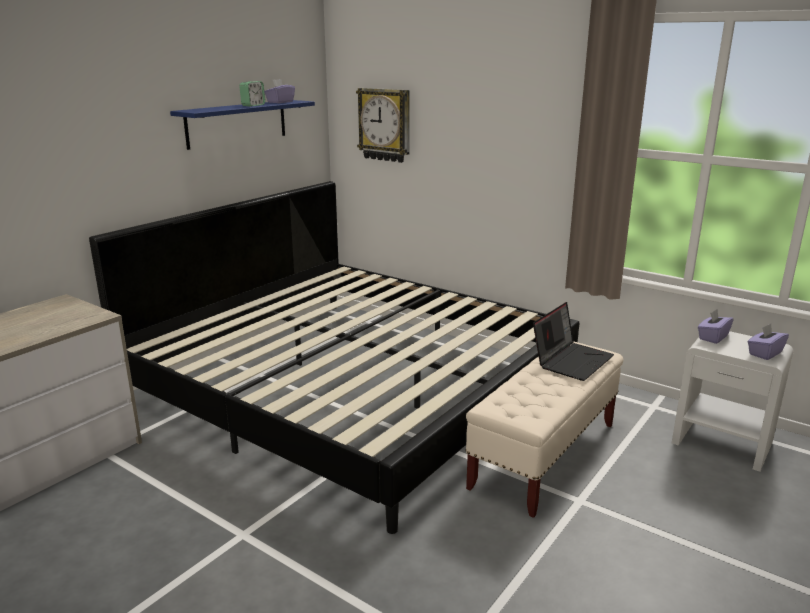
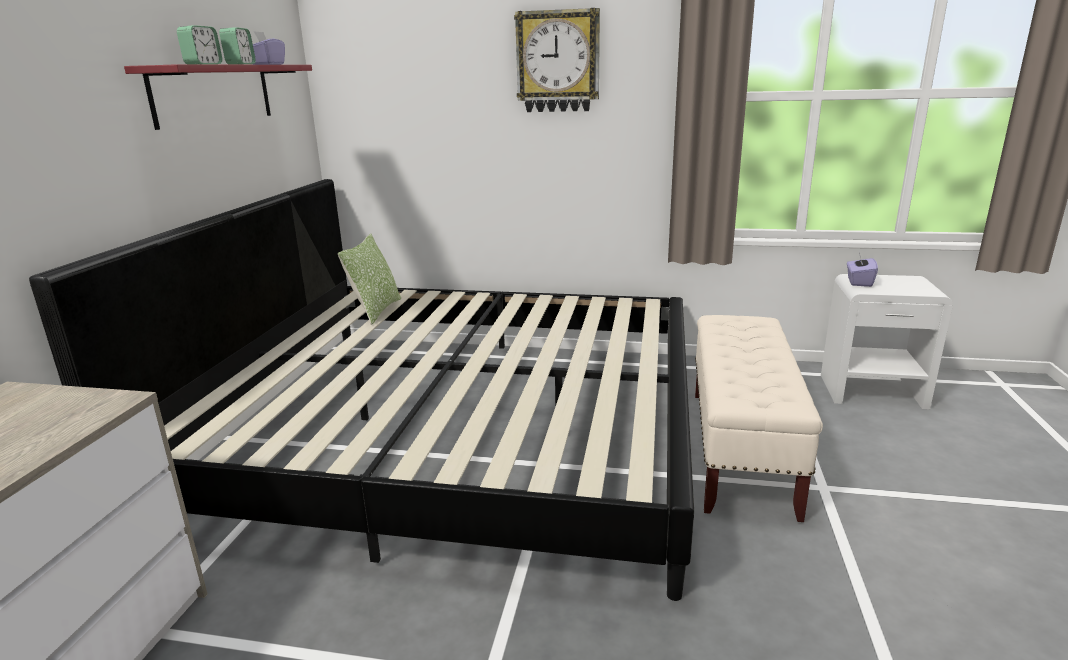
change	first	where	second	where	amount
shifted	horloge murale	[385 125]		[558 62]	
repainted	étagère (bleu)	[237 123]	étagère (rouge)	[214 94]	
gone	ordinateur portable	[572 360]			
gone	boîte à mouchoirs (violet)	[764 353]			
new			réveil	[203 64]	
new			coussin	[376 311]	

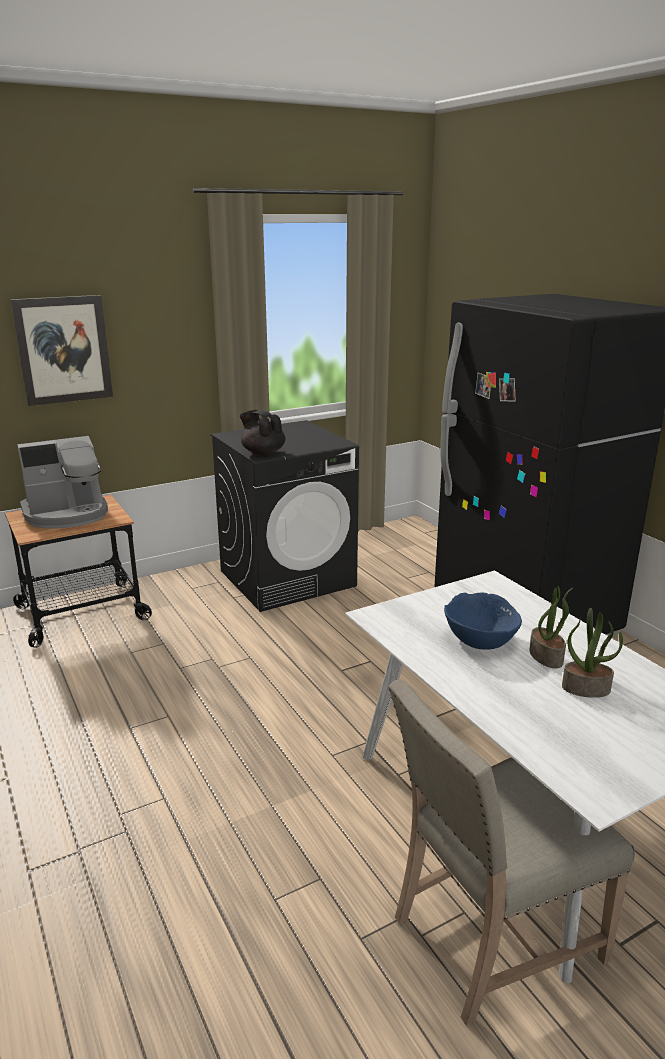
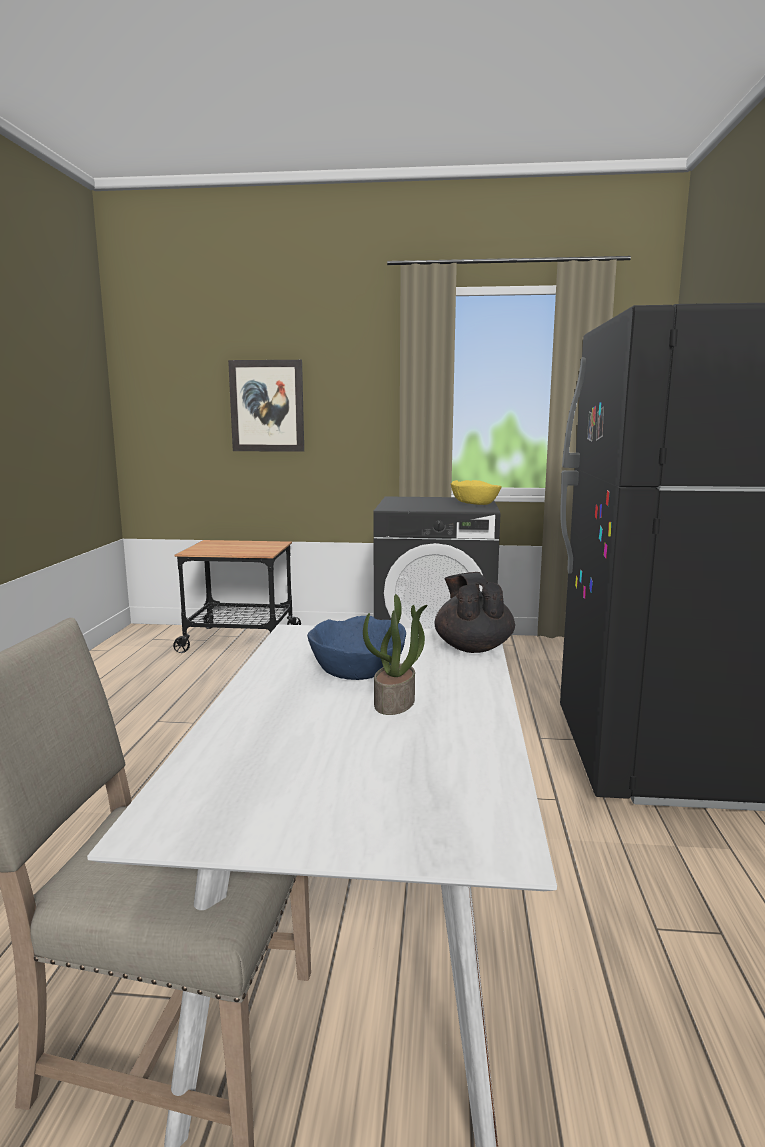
change	first	where	second	where	amount
shifted	théière (noir)	[263 453]		[472 647]	
gone	machine à café	[67 514]			
gone	plante en pot	[586 688]			
new			bol (jaune)	[475 504]	

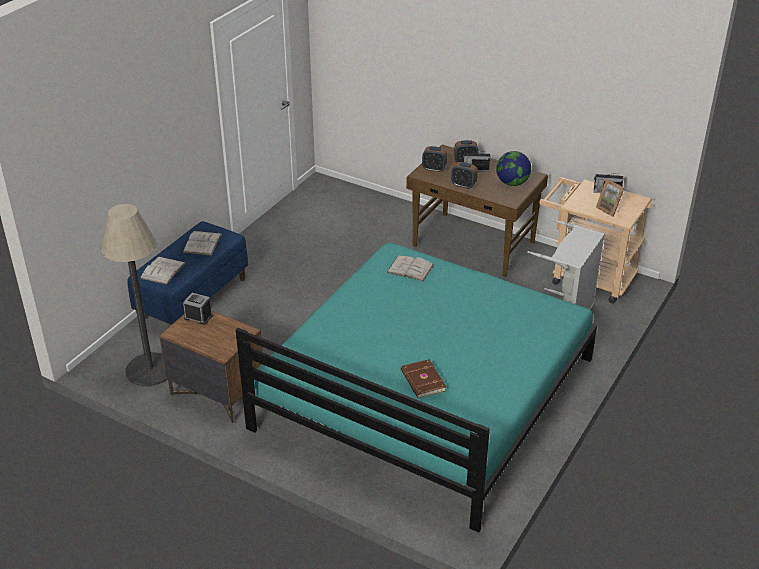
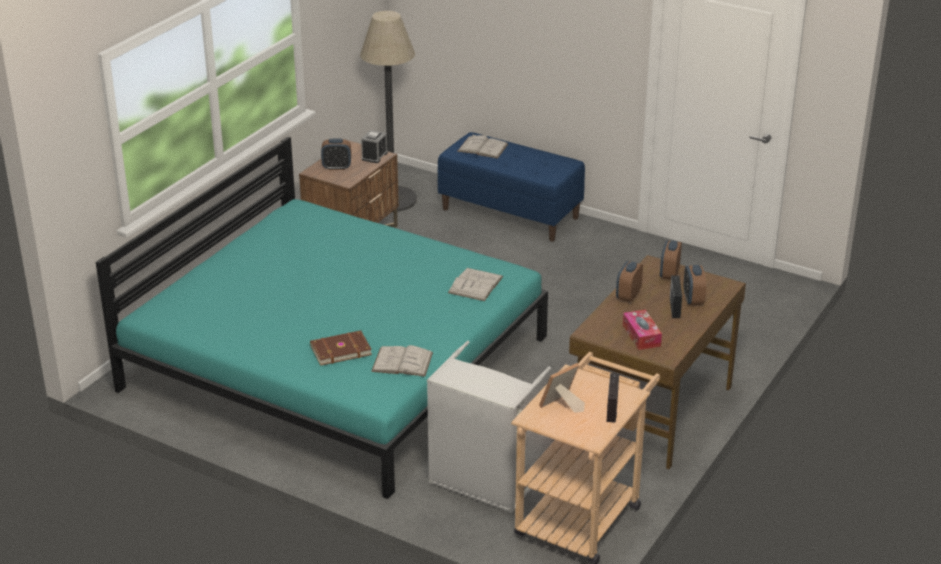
change	first	where	second	where	amount
swapped	globe	[512 183]	boîte à mouchoirs	[641 336]	
shifted	livre (blanc)	[202 243]		[402 362]	
shifted	livre (marron)	[422 381]		[340 350]	
new			réveil	[337 167]	

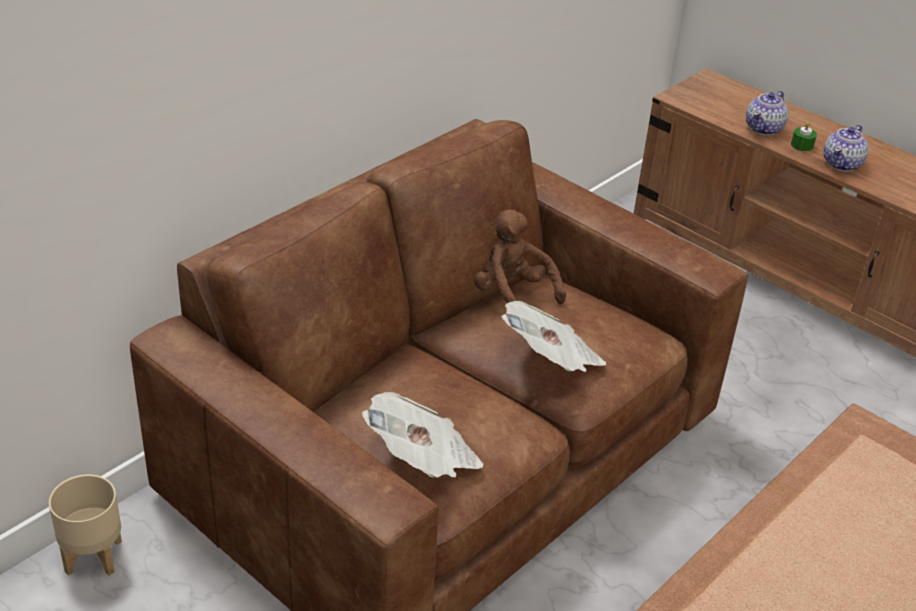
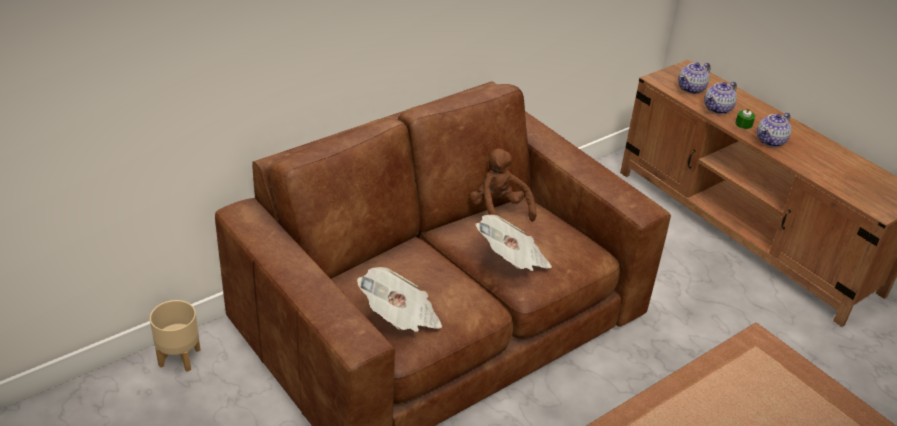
change	first	where	second	where	amount
new			théière	[691 88]	

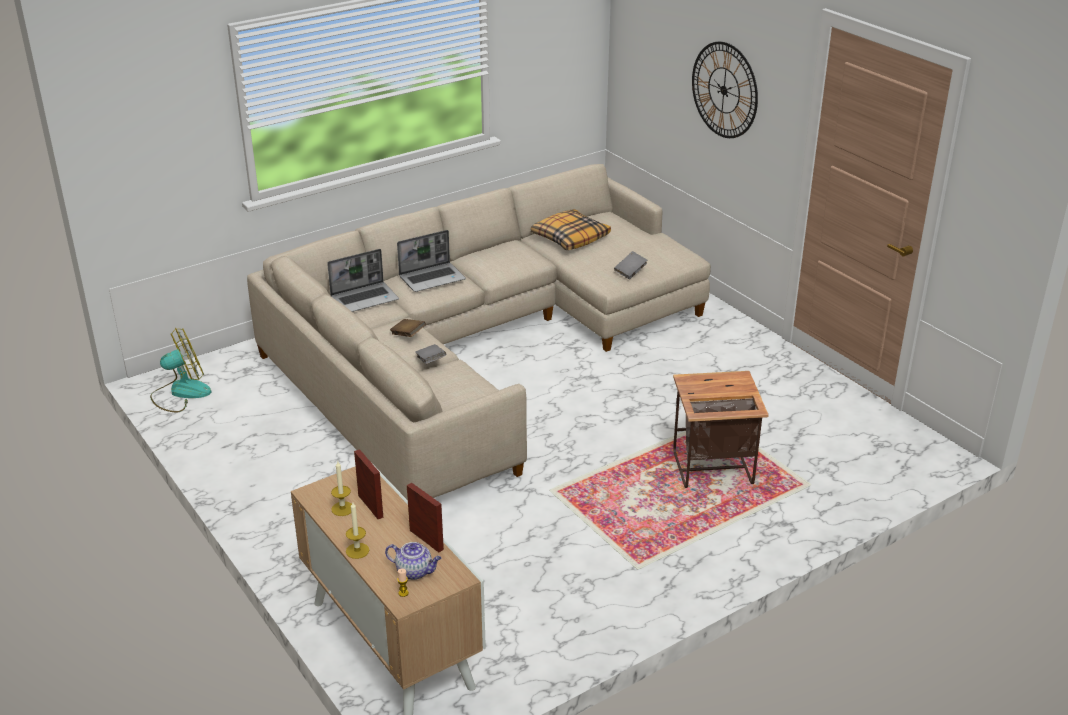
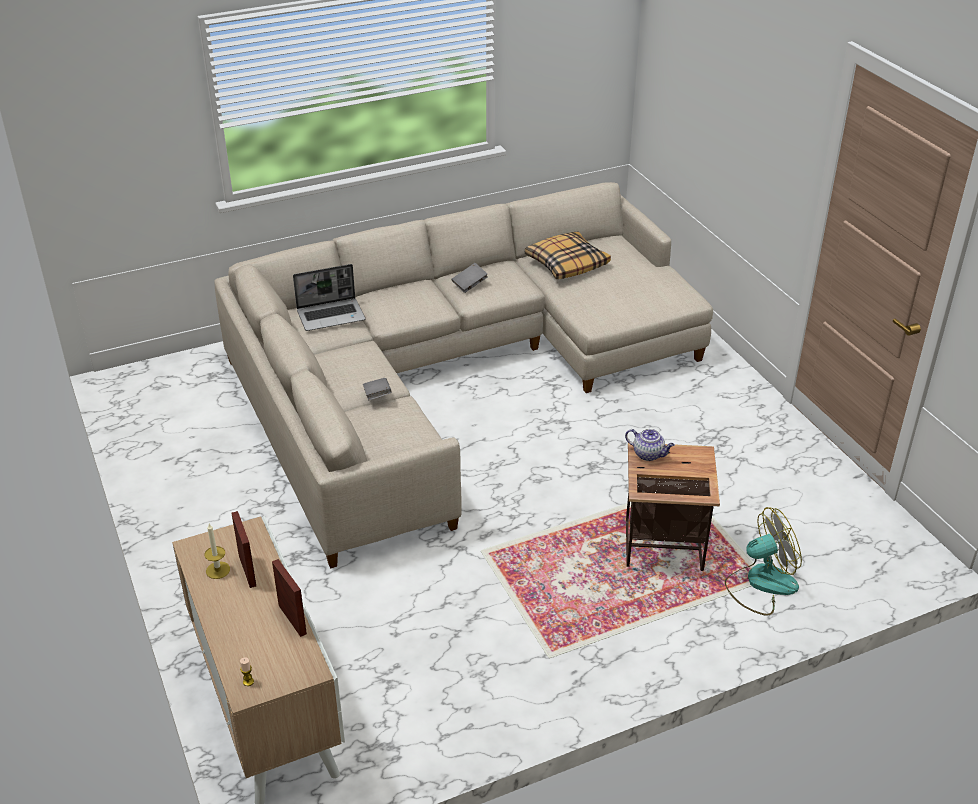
change	first	where	second	where	amount
gone	horloge murale	[724 90]			
gone	ordinateur portable	[432 278]			
shifted	livre (gris)	[630 272]		[469 285]	
gone	livre (marron)	[408 335]			
shifted	ventilateur	[180 393]		[760 584]	
gone	bougie	[357 550]			
shifted	théière	[415 571]		[649 454]	

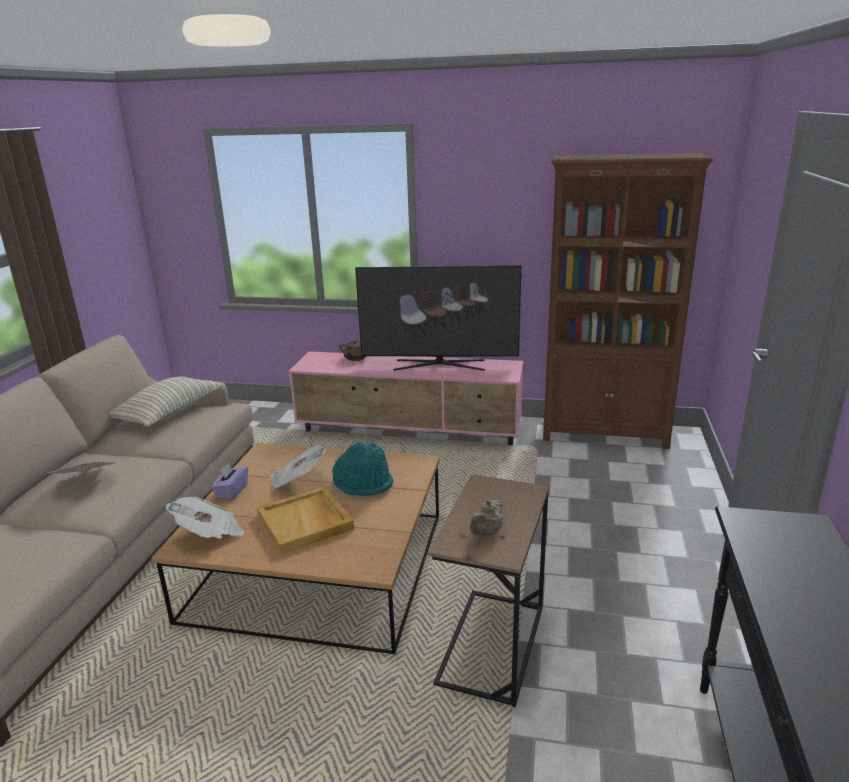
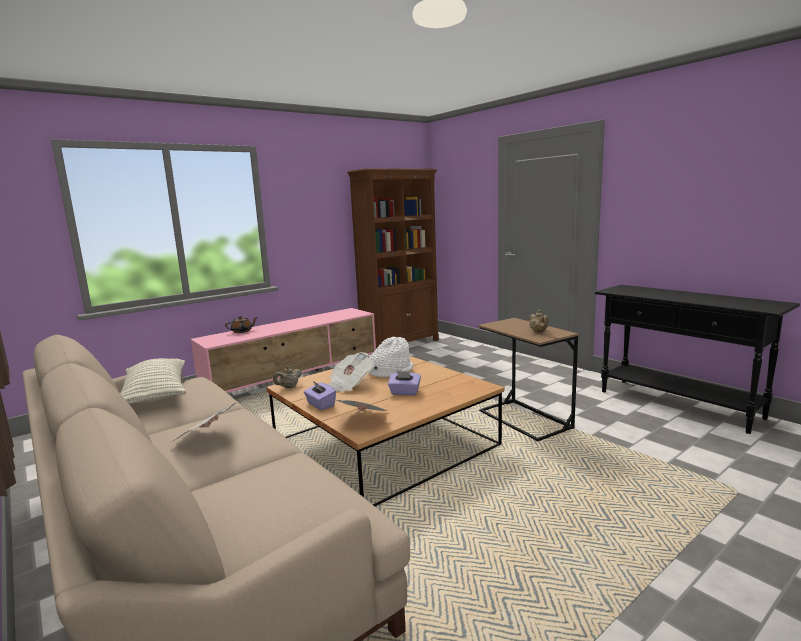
change	first	where	second	where	amount
gone	téléviseur	[439 365]			
repainted	chapeau (turquoise)	[364 484]	chapeau (blanc)	[390 371]	
swapped	plateau (beige)	[306 522]	boîte à mouchoirs (violet)	[404 392]	
new			théière (beige)	[289 387]	

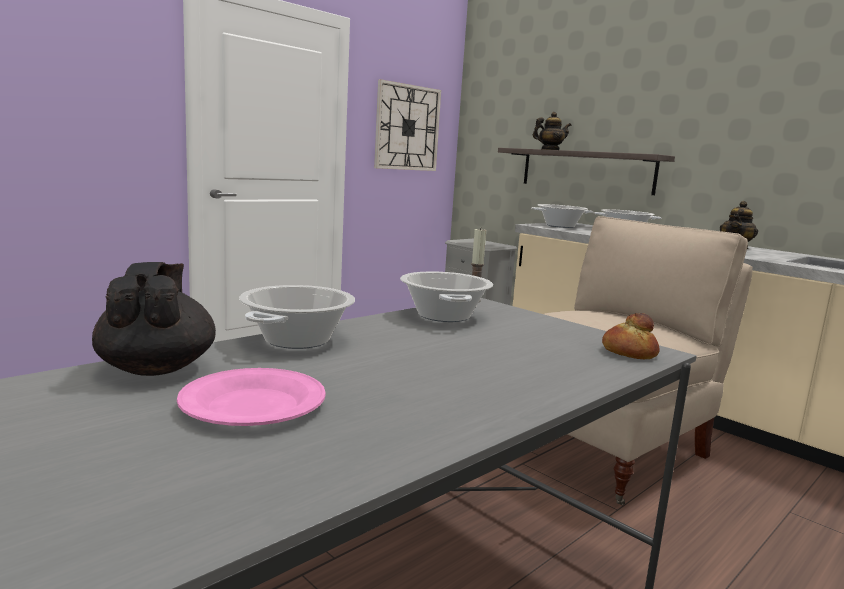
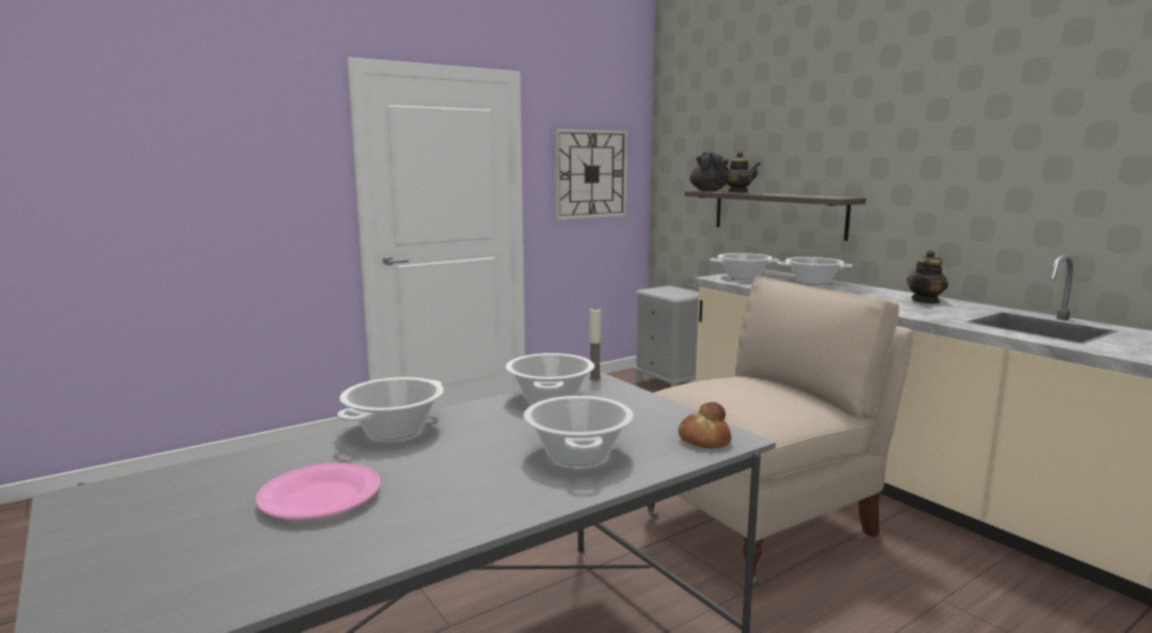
change	first	where	second	where	amount
shifted	théière (noir)	[157 368]		[708 191]	
new			marmite	[579 454]	

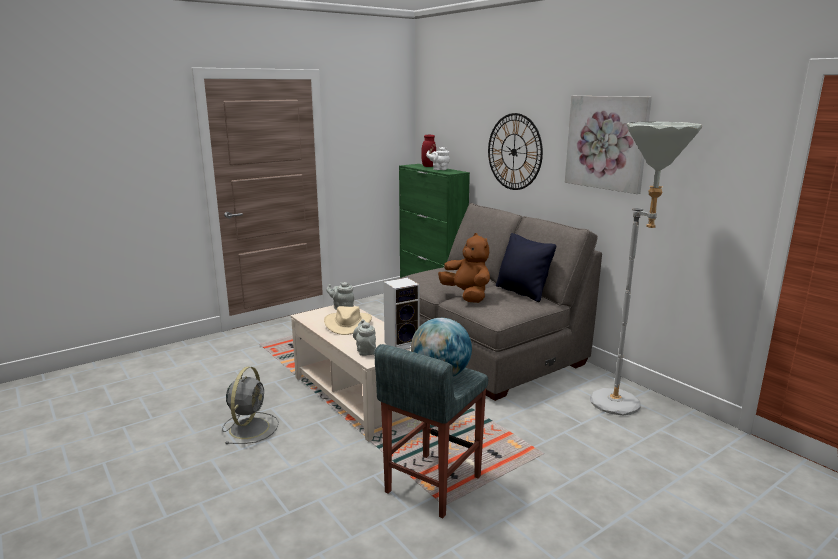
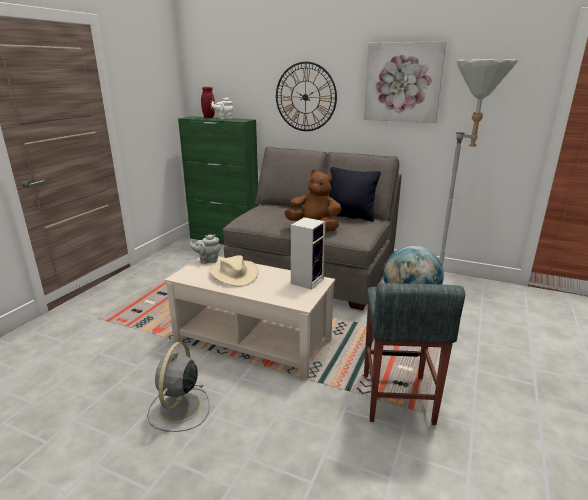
change	first	where	second	where	amount
gone	théière (gris)	[365 351]			
rotated	ventilateur (gris)	[250 427]		[179 408]	150 degrees counterclockwise

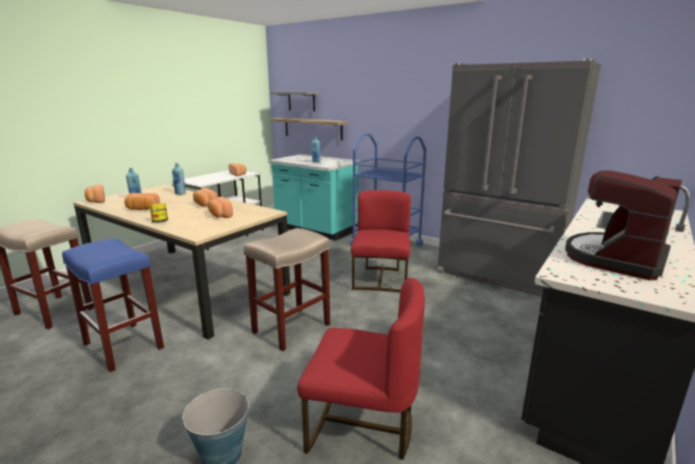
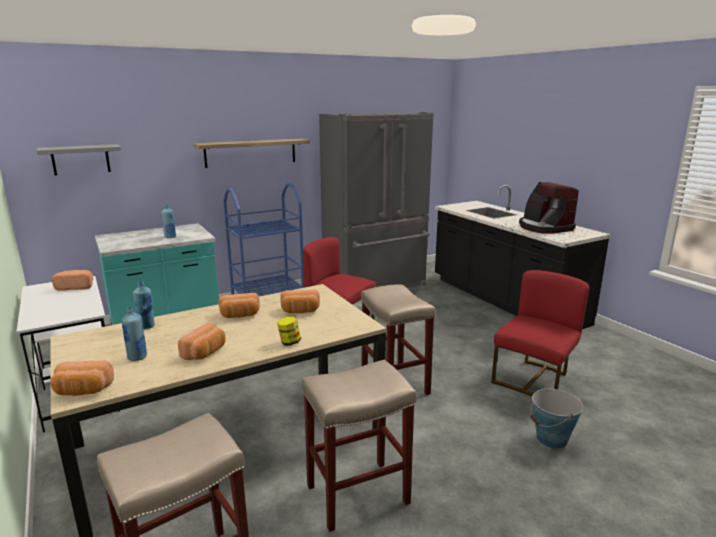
change	first	where	second	where	amount
shifted	étagère	[313 128]		[251 152]	
repainted	tabouret (bleu)	[122 345]	tabouret (beige)	[356 495]	

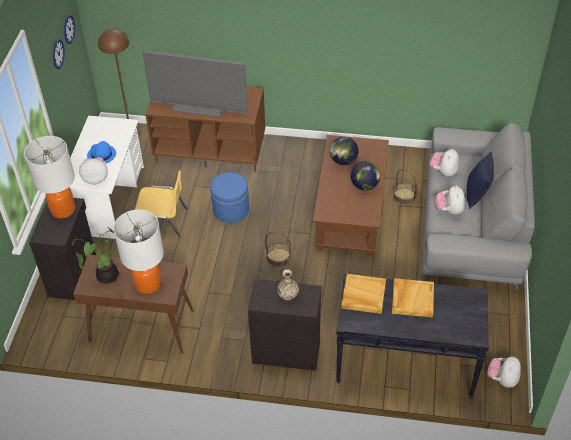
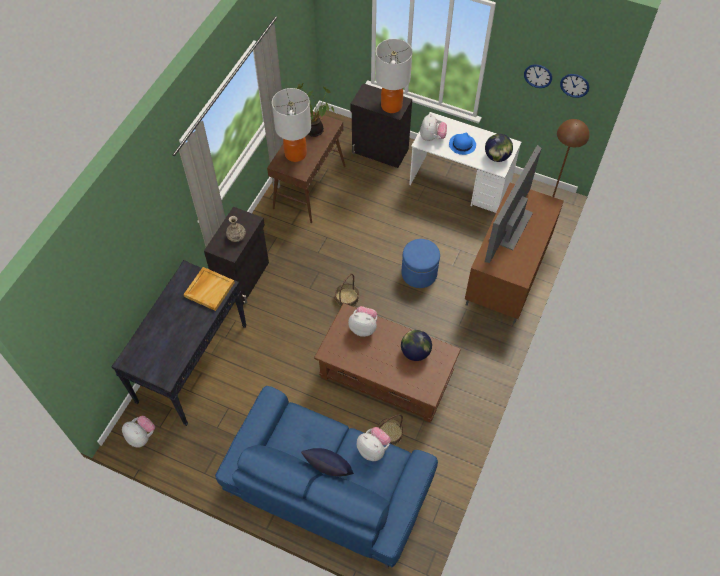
change	first	where	second	where	amount
repainted	canapé (gris)	[471 225]	canapé (bleu)	[328 485]	
shifted	globe	[365 185]		[497 157]	
gone	chaise (jaune)	[163 221]			
shifted	peluche	[449 210]		[363 327]	
gone	plateau (beige)	[412 298]			

